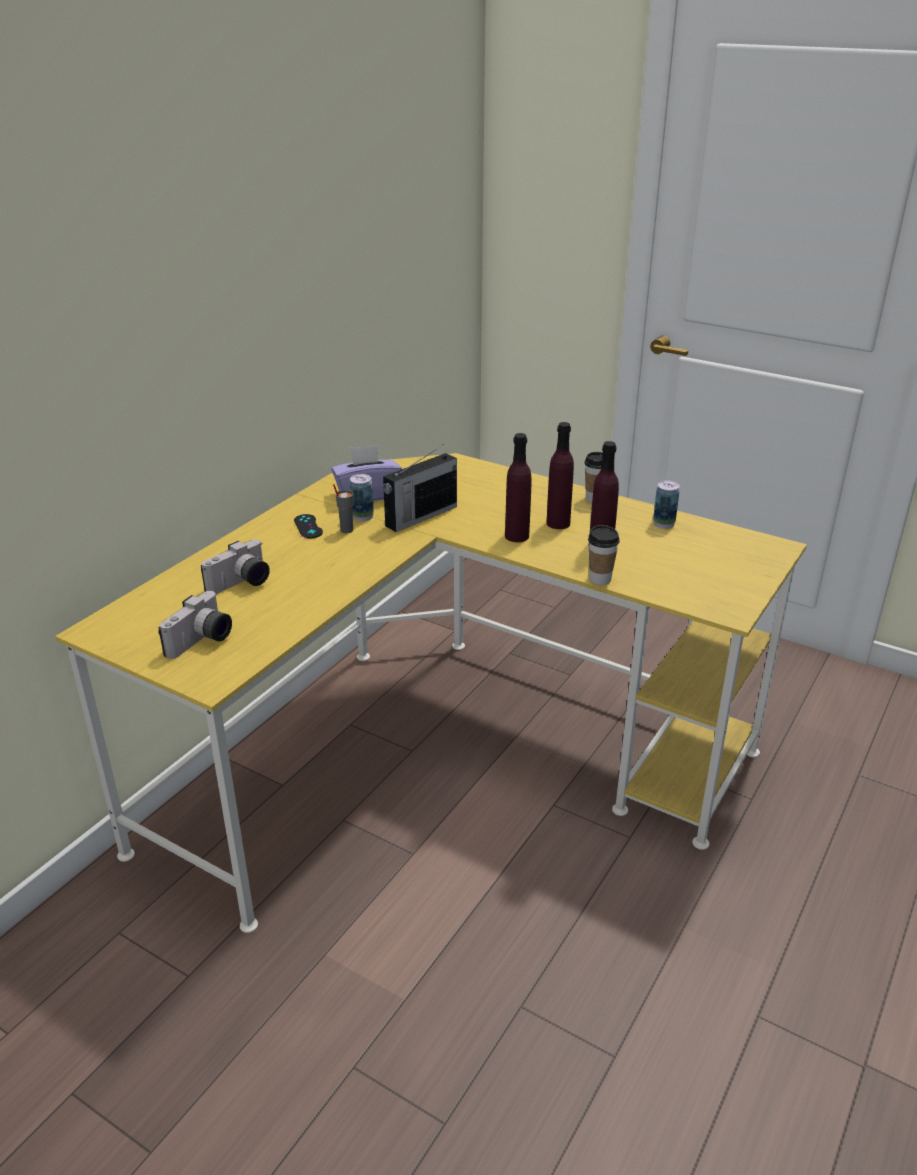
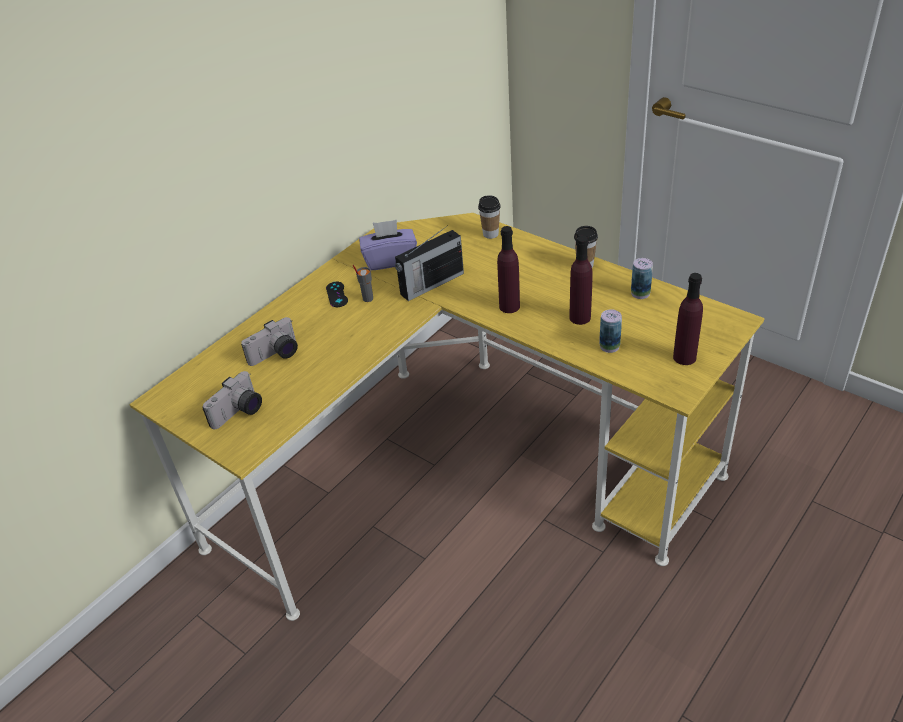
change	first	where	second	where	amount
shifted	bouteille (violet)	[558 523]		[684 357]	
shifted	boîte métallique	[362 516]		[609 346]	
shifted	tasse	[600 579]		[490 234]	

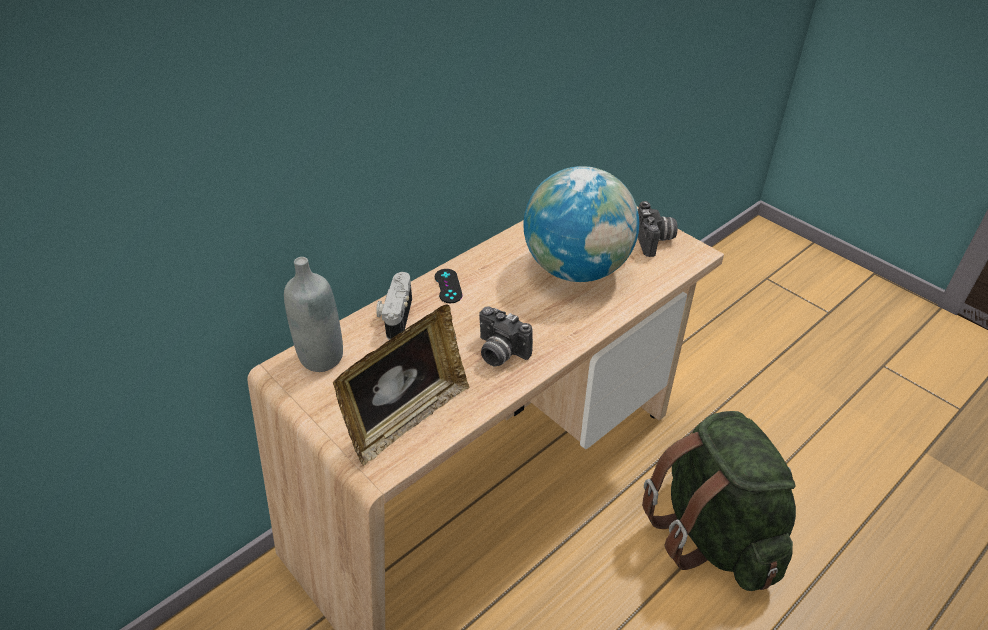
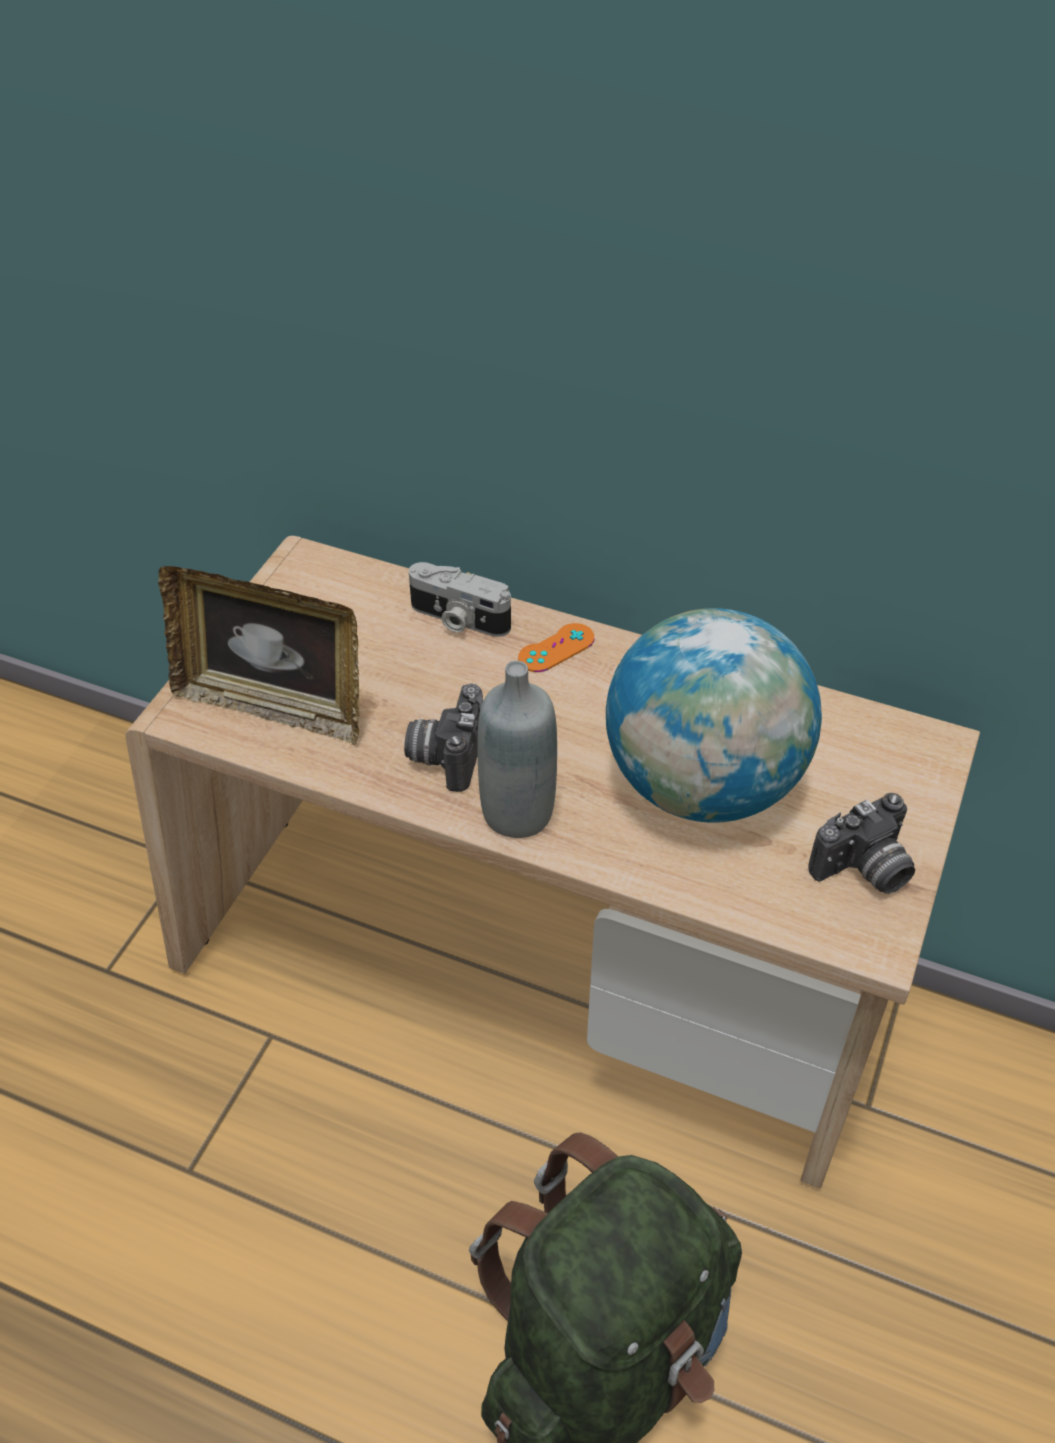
change	first	where	second	where	amount
shifted	bouteille (gris)	[321 358]		[517 812]	
repainted	manette (noir)	[448 286]	manette (orange)	[556 648]	
rotated	appareil photo	[395 316]		[458 619]	135 degrees counterclockwise

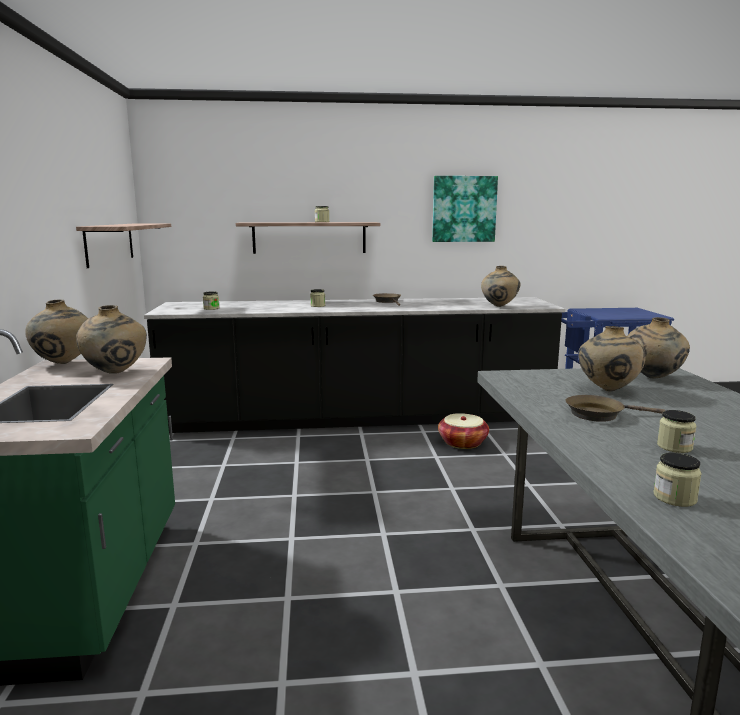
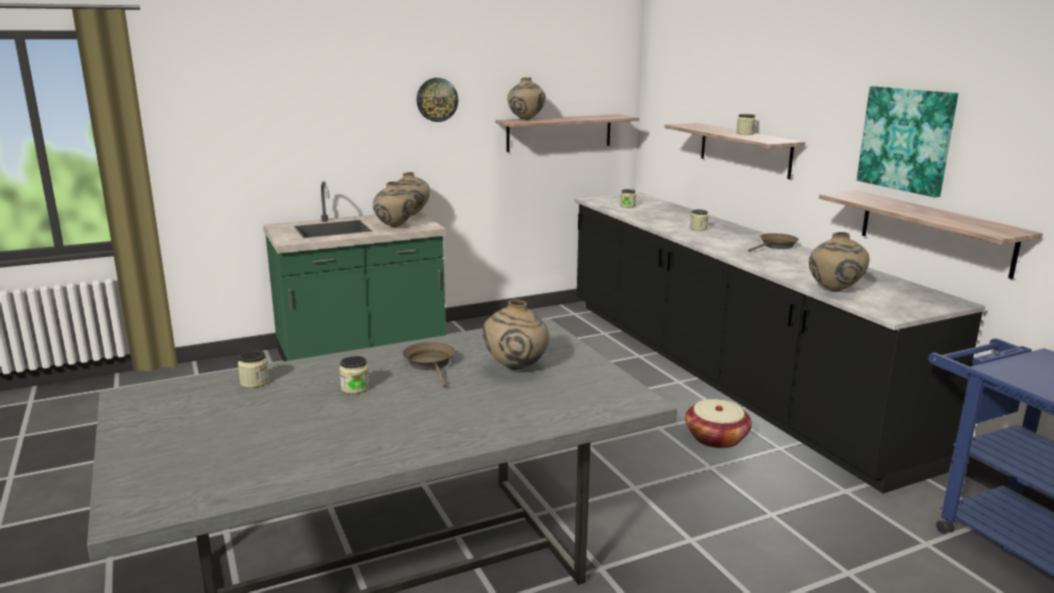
change	first	where	second	where	amount
shifted	vase (beige)	[653 378]		[526 120]	
new			horloge murale	[437 99]	
new			étagère	[935 232]	

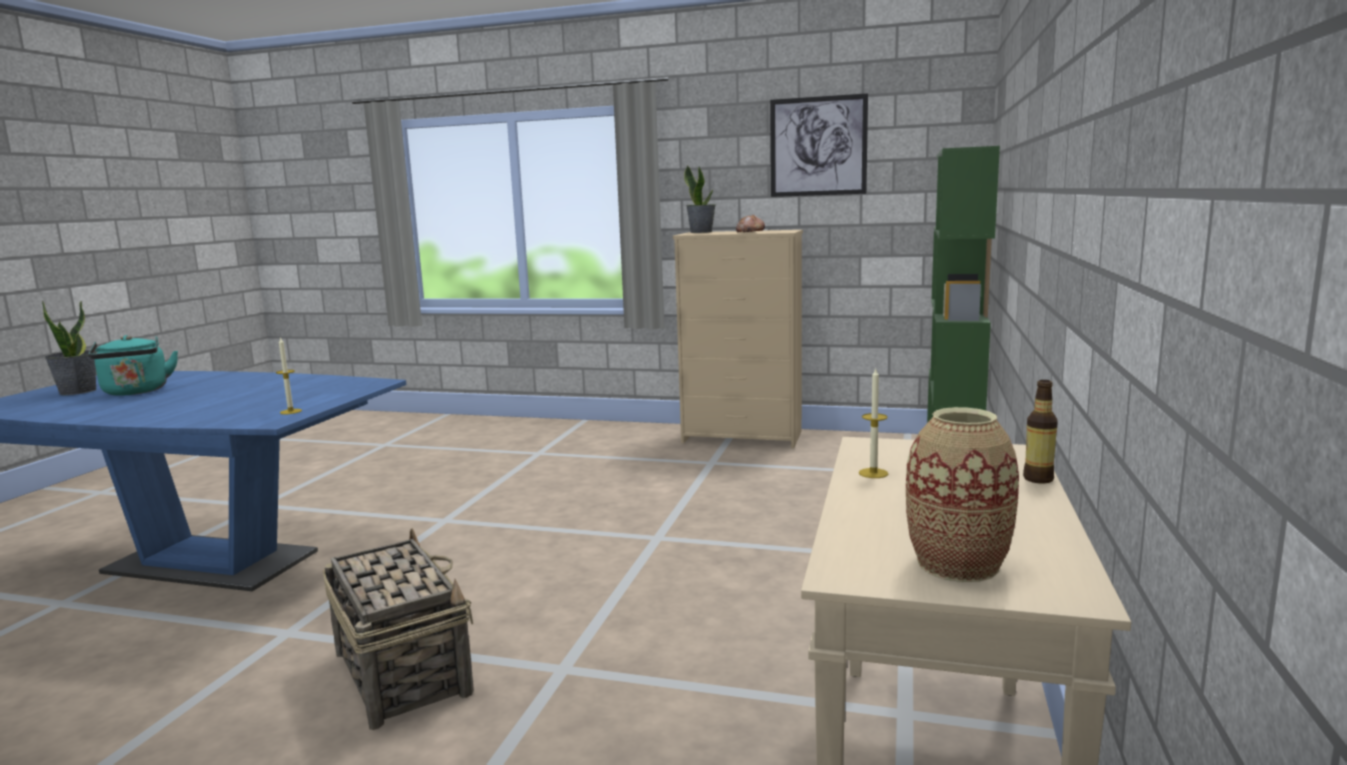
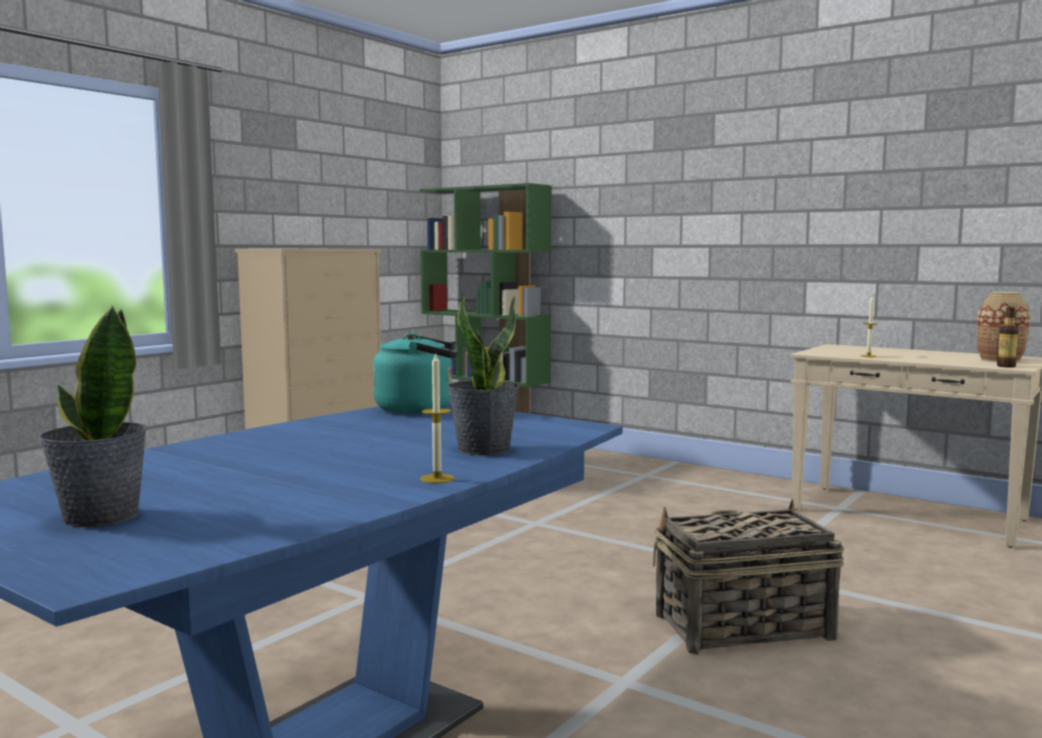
change	first	where	second	where	amount
gone	tableau	[818 146]			
shifted	plante en pot	[701 232]		[483 449]	
gone	pain	[750 232]			
shifted	bouilloire (turquoise)	[136 392]		[419 409]	
shifted	bougie	[290 411]		[437 478]	
shifted	bouteille	[1038 479]		[1006 366]	

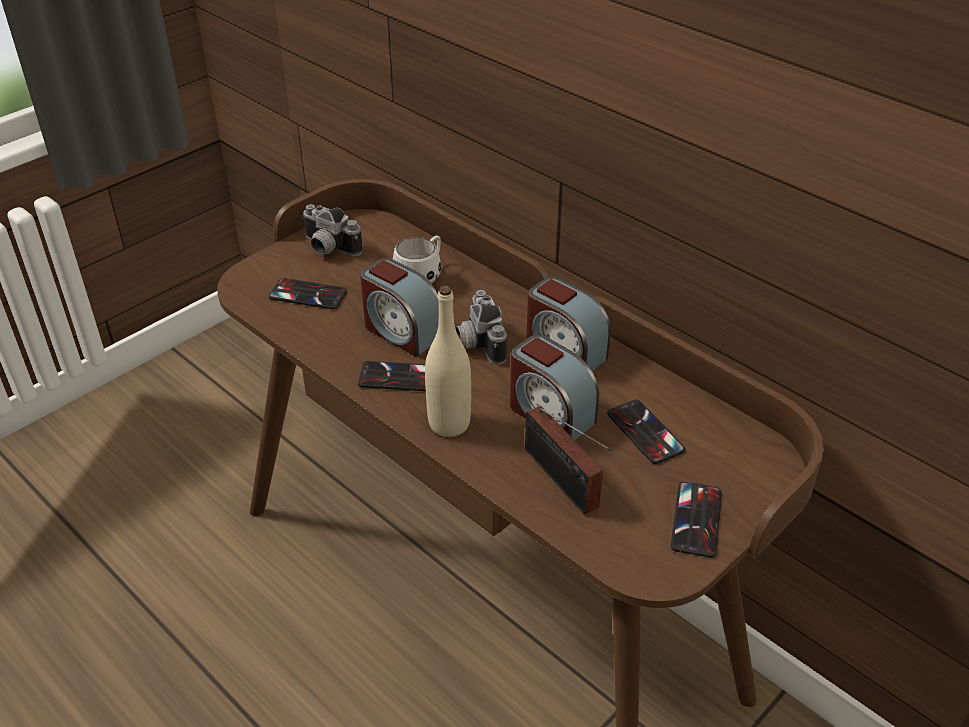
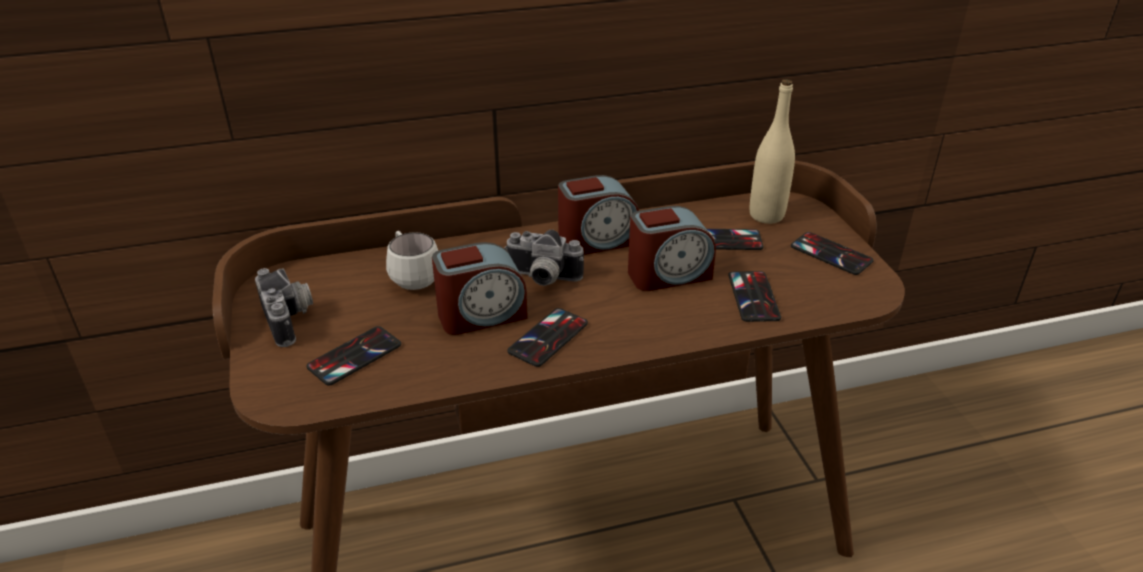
change	first	where	second	where	amount
rotated	appareil photo	[327 248]		[291 319]	90 degrees counterclockwise
shifted	bouteille (beige)	[449 424]		[766 215]	
swapped	radio	[563 482]	téléphone	[753 297]	

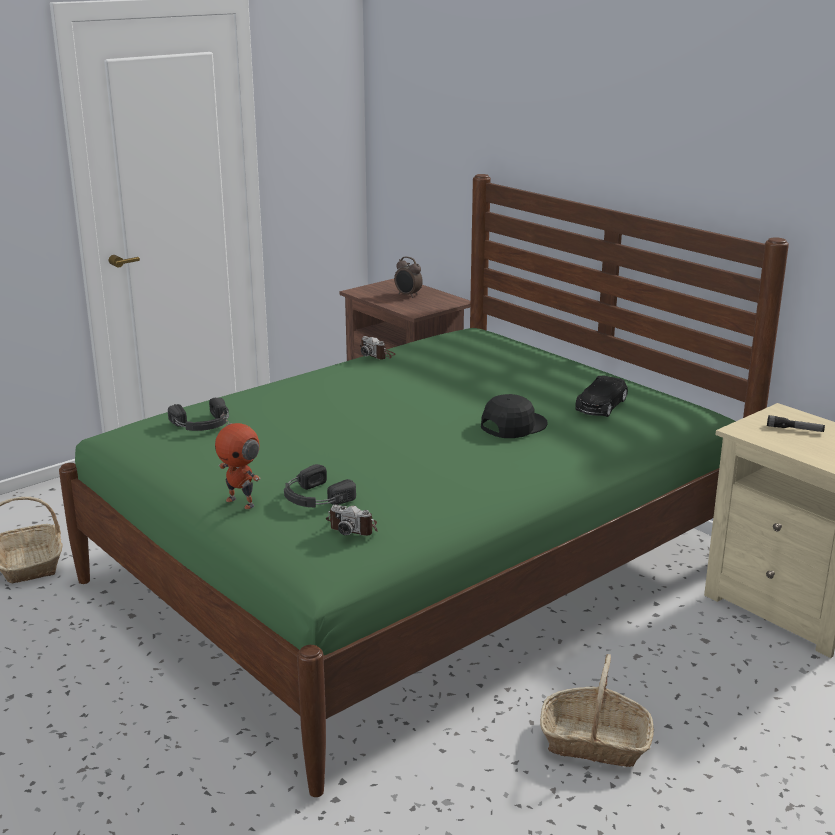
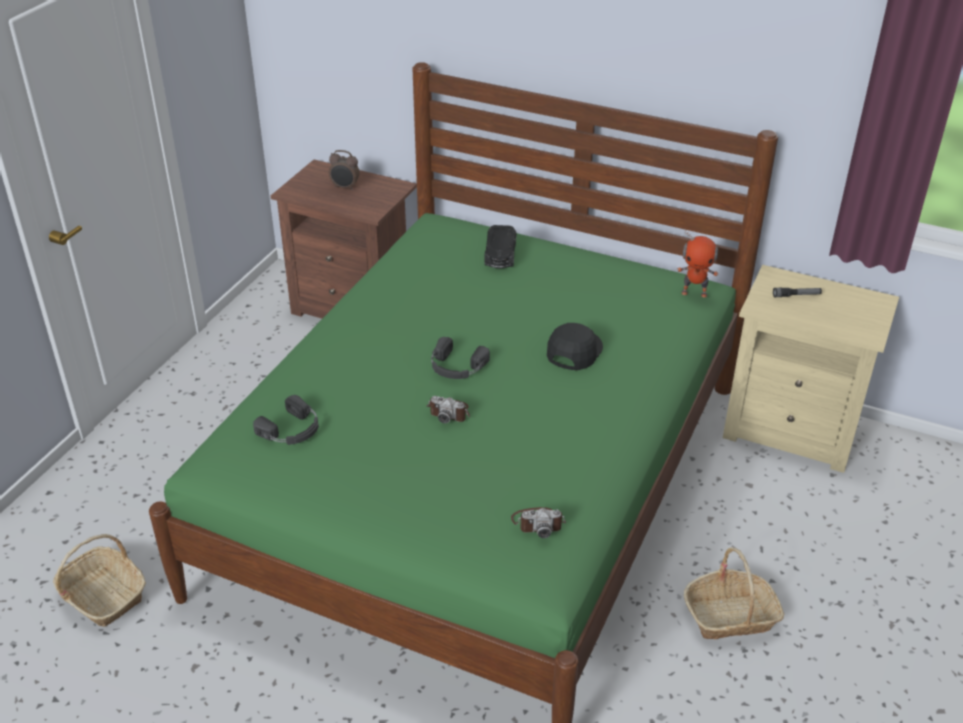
change	first	where	second	where	amount
shifted	appareil photo	[377 355]		[449 412]	
shifted	petite voiture (noir)	[600 406]		[500 254]	
shifted	robot jouet	[241 502]		[694 293]	
shifted	casque audio (noir)	[314 497]		[456 367]	

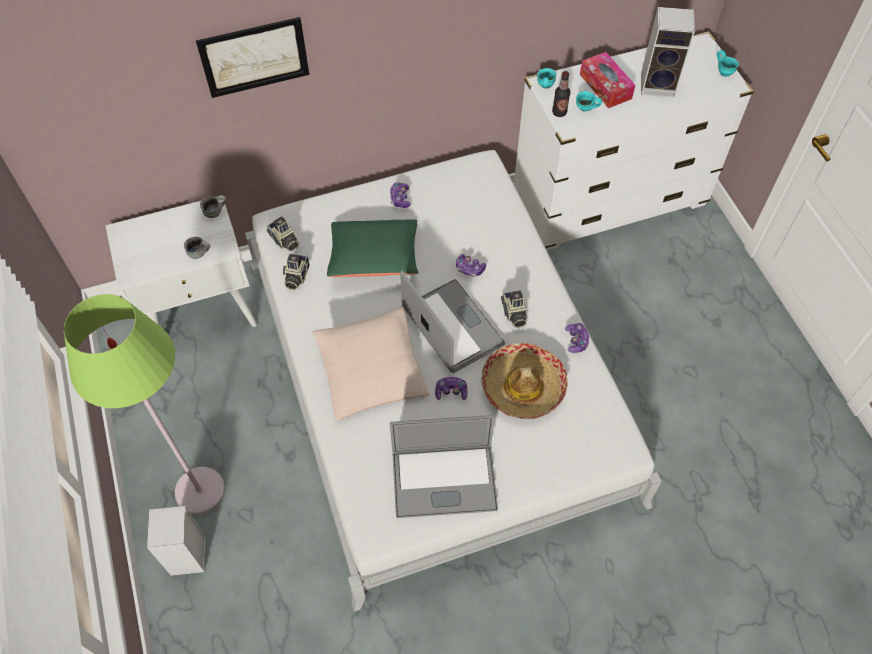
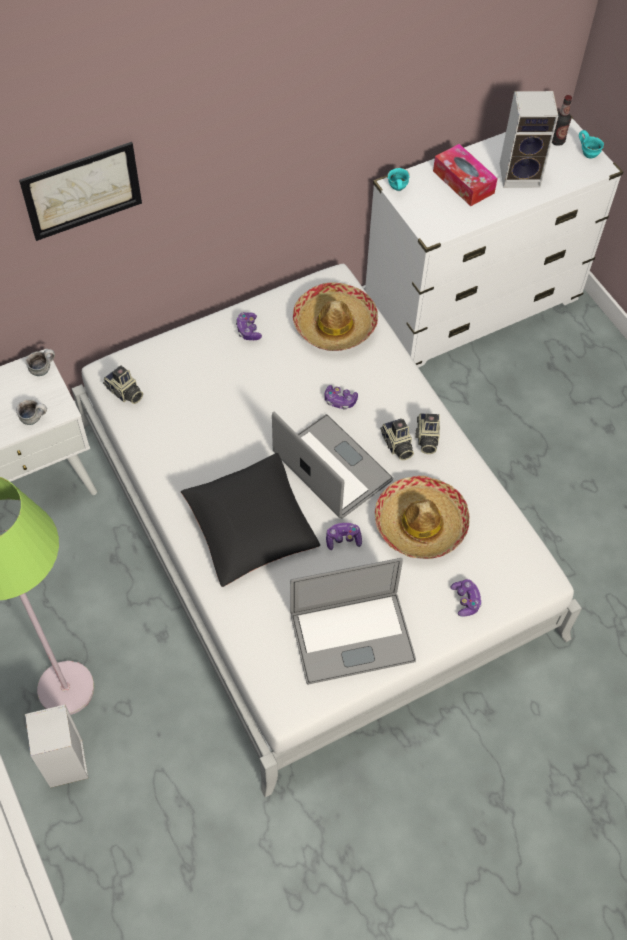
change	first	where	second	where	amount
shifted	bouteille	[559 112]		[557 141]	
gone	mug (turquoise)	[585 110]			
gone	coussin (vert)	[374 258]			
shifted	appareil photo	[296 277]		[426 438]	
repainted	coussin (beige)	[371 372]	coussin (noir)	[251 529]	
shifted	manette	[576 341]		[465 600]	
new			chapeau	[334 324]	

